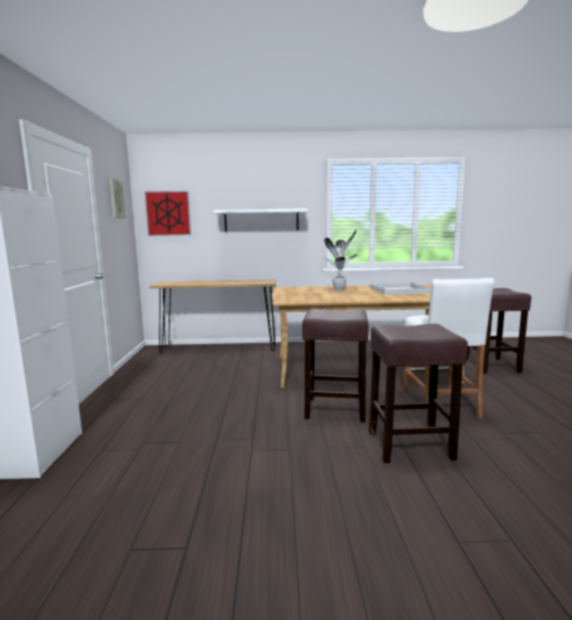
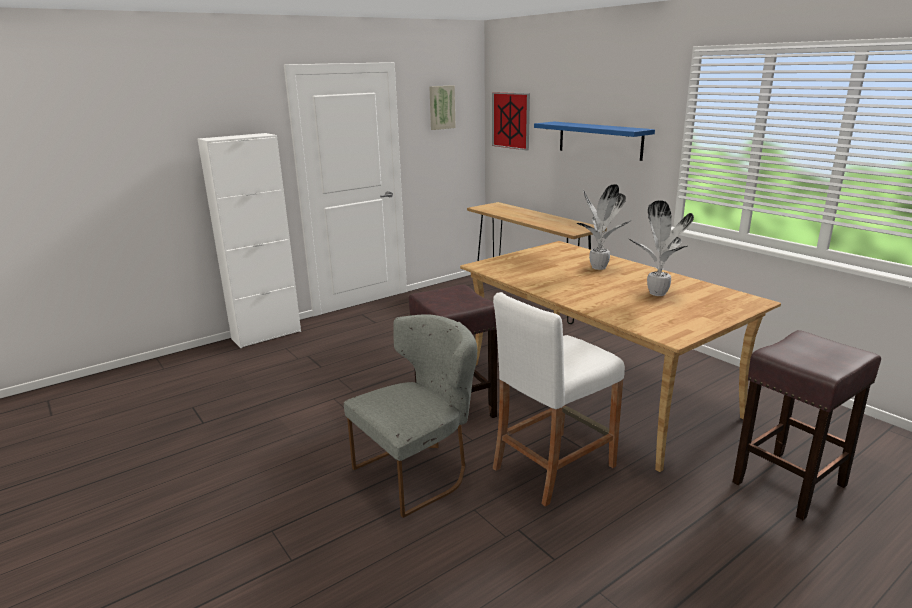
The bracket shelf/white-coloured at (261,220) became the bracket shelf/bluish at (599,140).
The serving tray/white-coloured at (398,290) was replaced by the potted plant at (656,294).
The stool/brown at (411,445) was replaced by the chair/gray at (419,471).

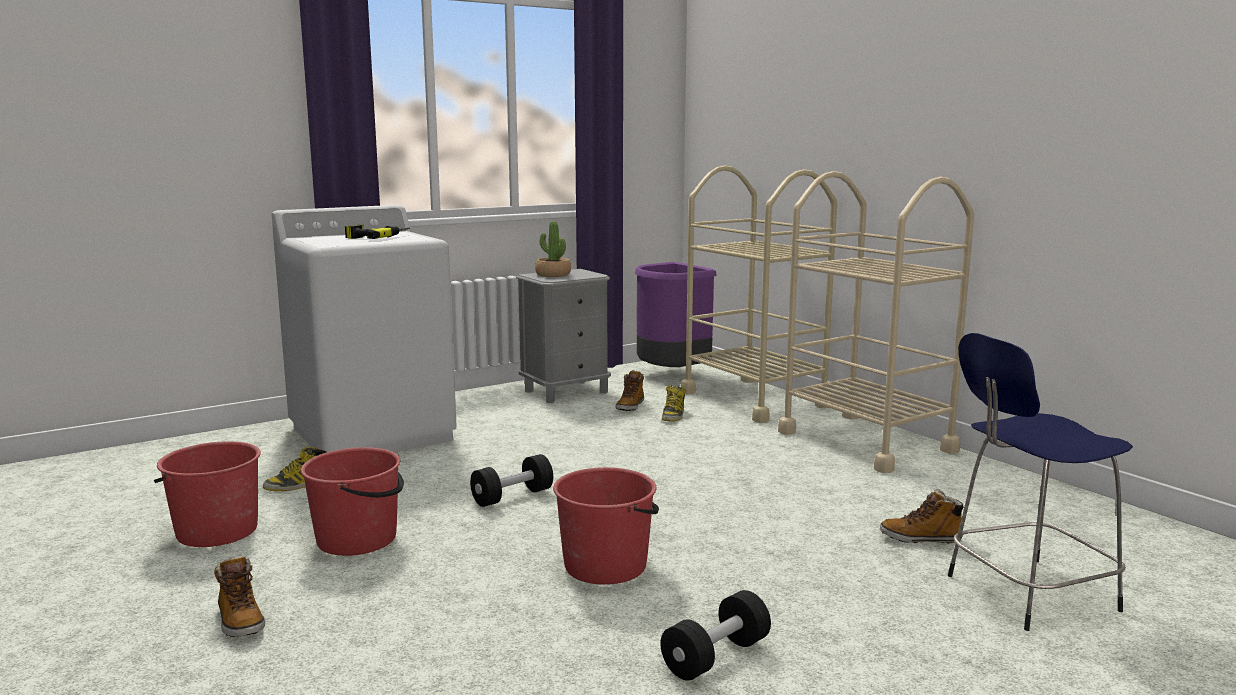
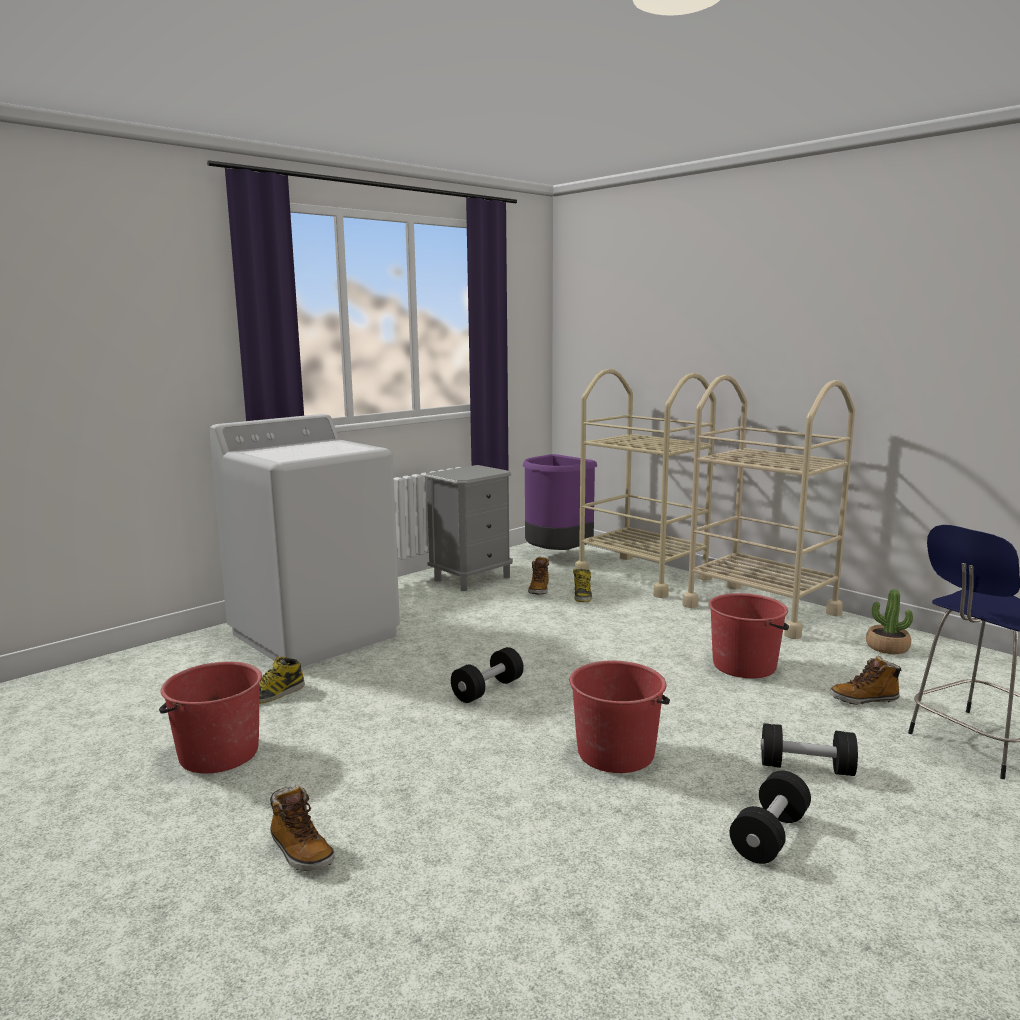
The potted plant moved from (553,274) to (887,648).
The electric drill at (377,236) disappeared.
The water bucket/red-coloured moved from (358,539) to (745,665).
The hand weight/blackish at (806,768) appeared.

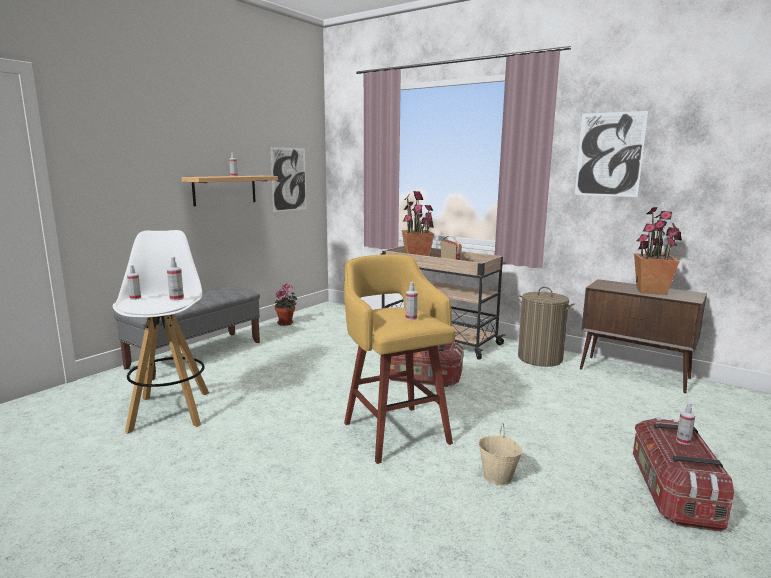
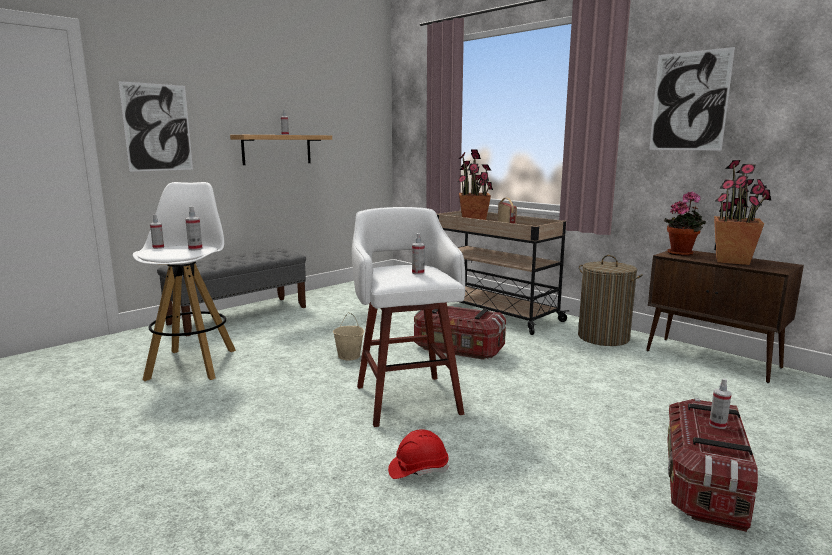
The picture moved from (289,179) to (157,127).
The stool/yellow at (395,431) became the stool/white-coloured at (407,398).
The potted plant moved from (286,323) to (682,253).
The water bucket/beige moved from (498,477) to (349,356).
The safety helmet/red-coloured at (418,469) appeared.

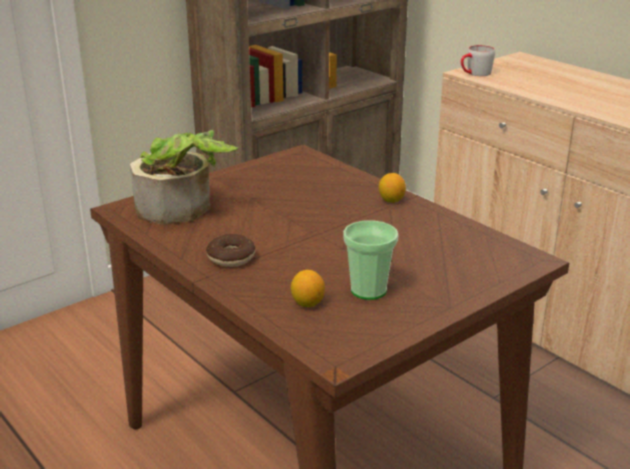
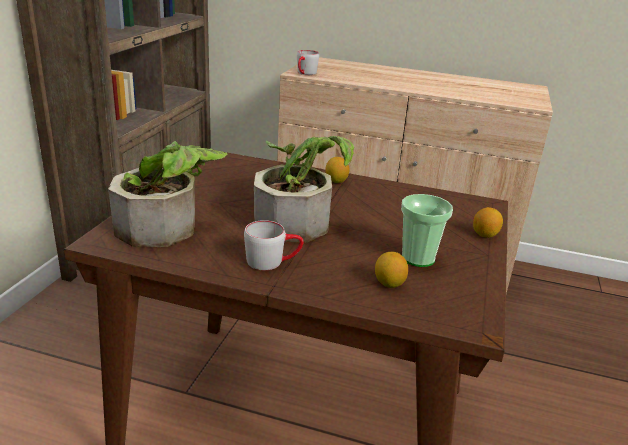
The doughnut at (231,257) was replaced by the coffee mug/gray at (273,261).
The potted plant at (298,220) appeared.
The lemon at (485,235) appeared.

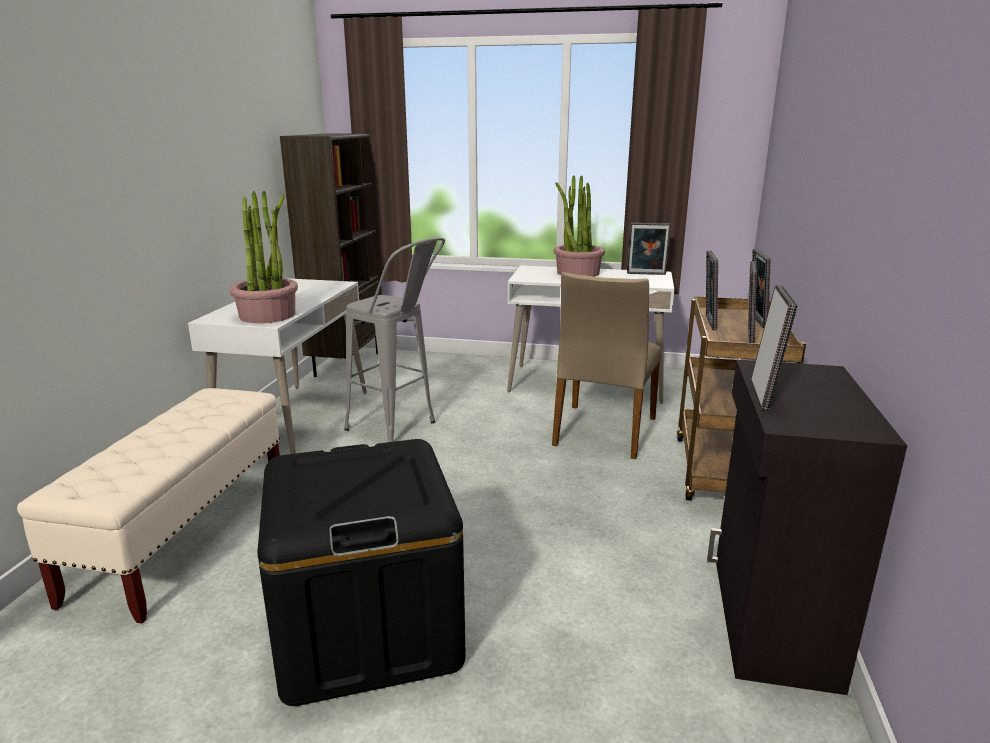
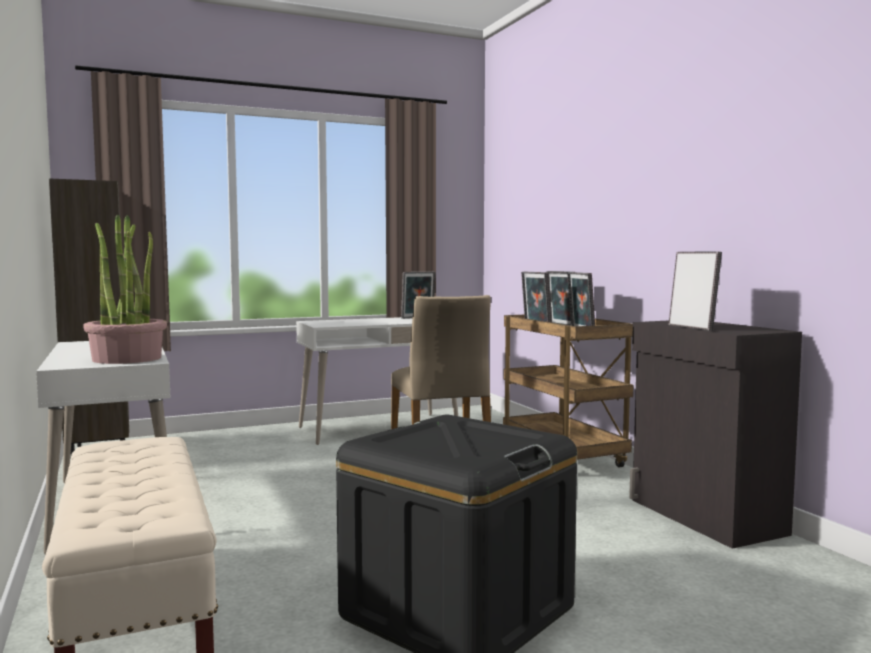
The potted plant at (577,273) disappeared.
The stool/gray at (400,430) disappeared.

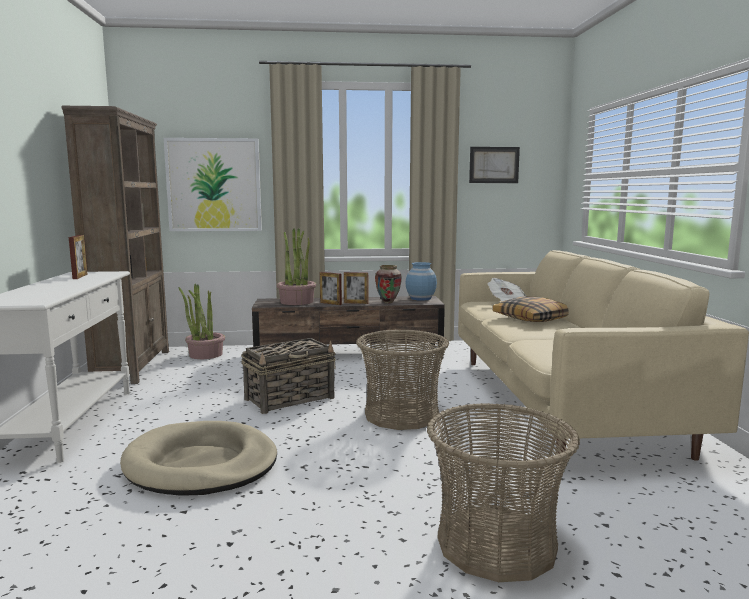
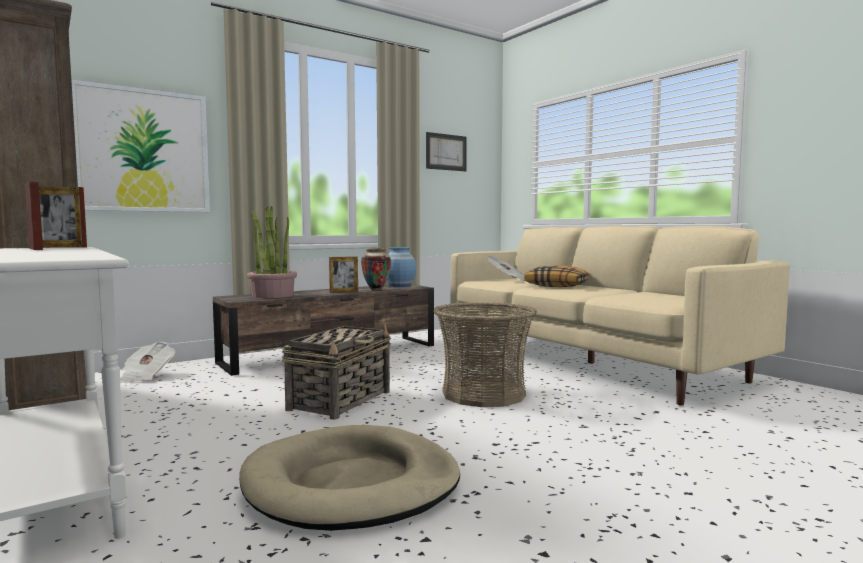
The photo frame moved from (330,303) to (62,247).
The potted plant at (205,354) was replaced by the daily paper at (146,376).
The basket at (497,544) disappeared.

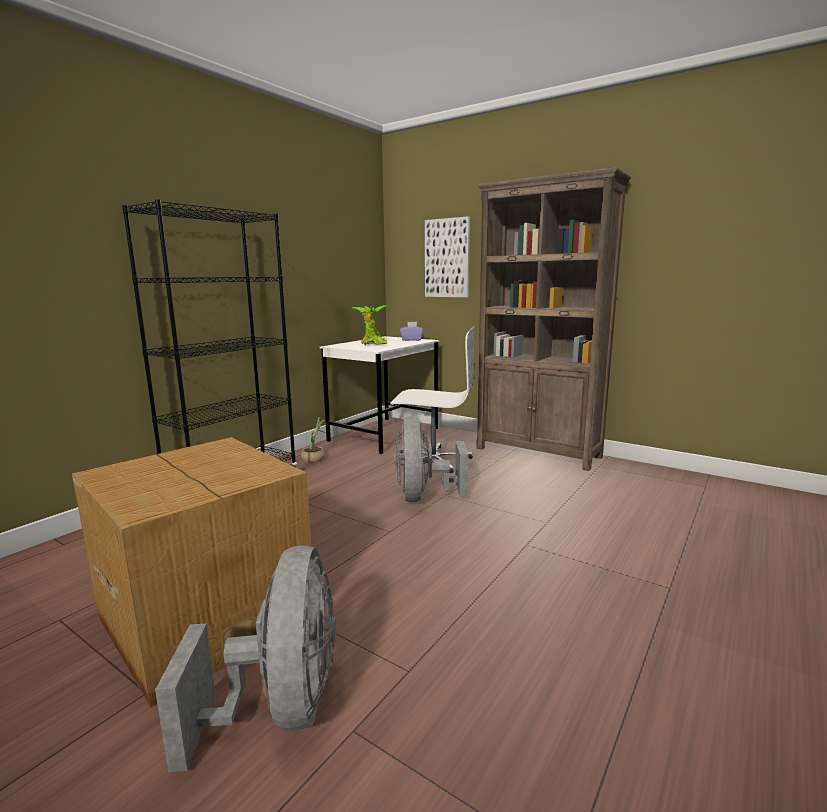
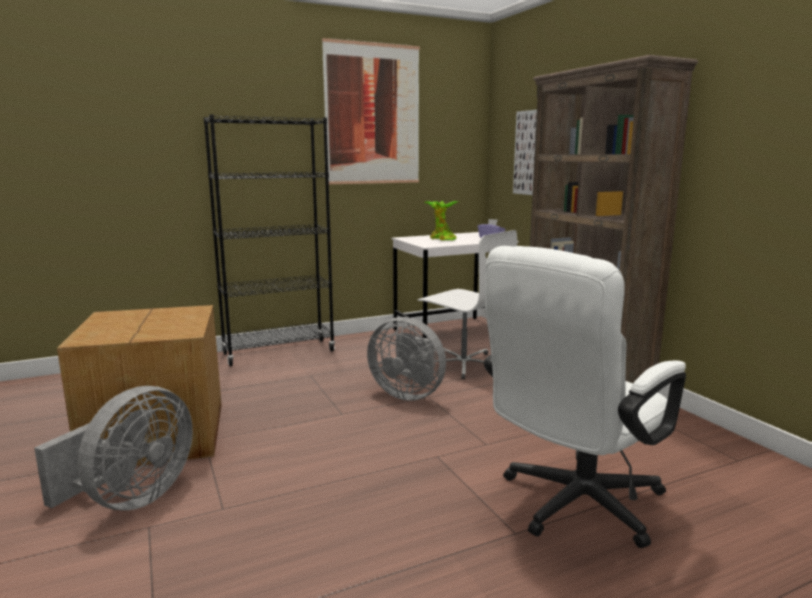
The cooling fan/gray at (423,496) turned 90 degrees counterclockwise.
The potted plant at (315,458) disappeared.
The picture at (373,114) appeared.
The office chair/white-coloured at (572,506) appeared.

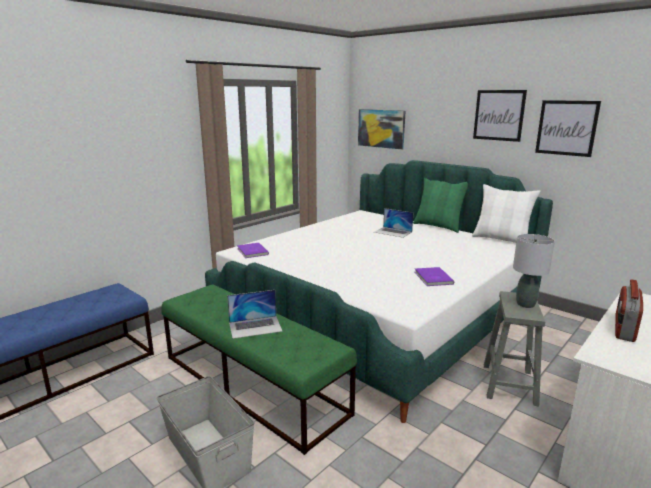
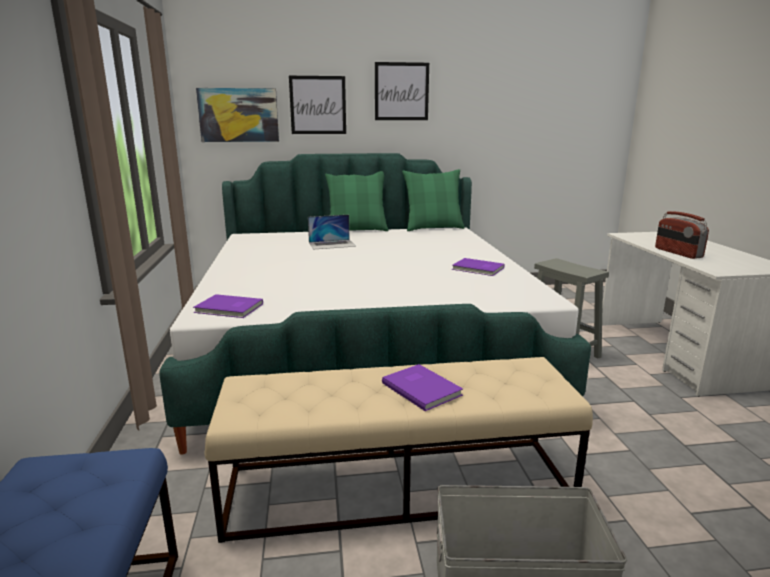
The picture moved from (566,128) to (318,105).
The throw pillow/white-coloured at (501,239) became the throw pillow/green-coloured at (433,228).
The table lamp/gray at (526,304) disappeared.
The indoor bench/green-coloured at (253,384) became the indoor bench/beige at (399,486).
The notebook computer at (255,327) was replaced by the book/purple-coloured at (422,388).

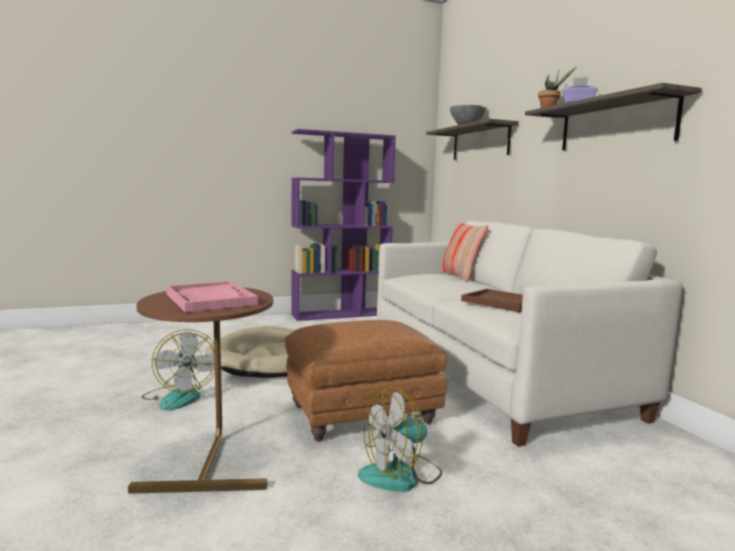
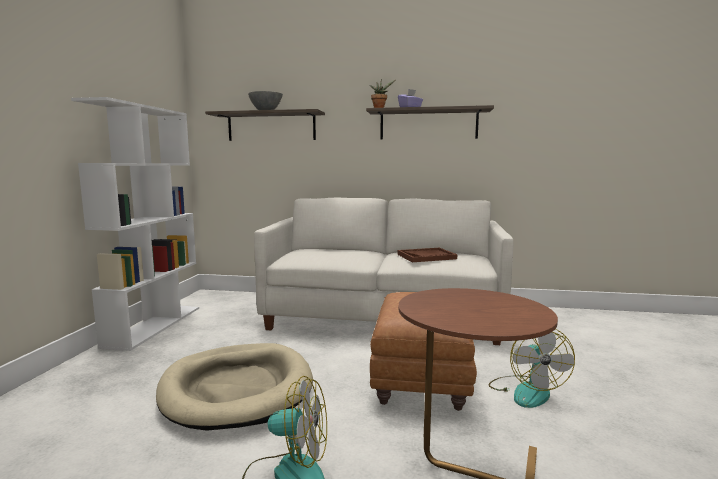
The bookcase/purple-coloured at (341,314) became the bookcase/white-coloured at (154,325).
The throw pillow at (460,276) disappeared.
The serving tray/pinkish at (210,299) disappeared.

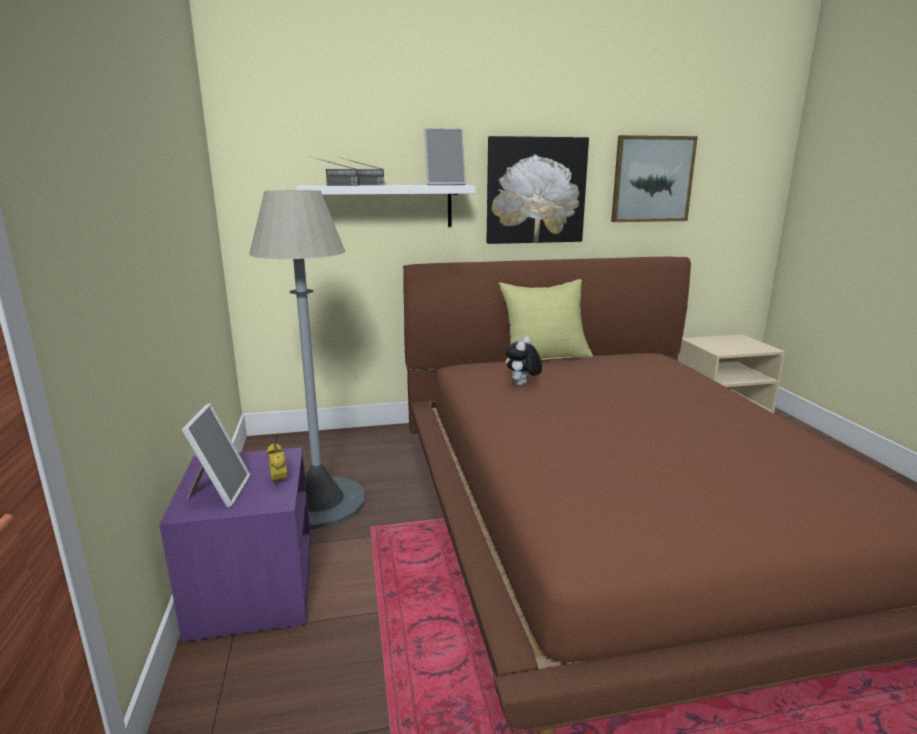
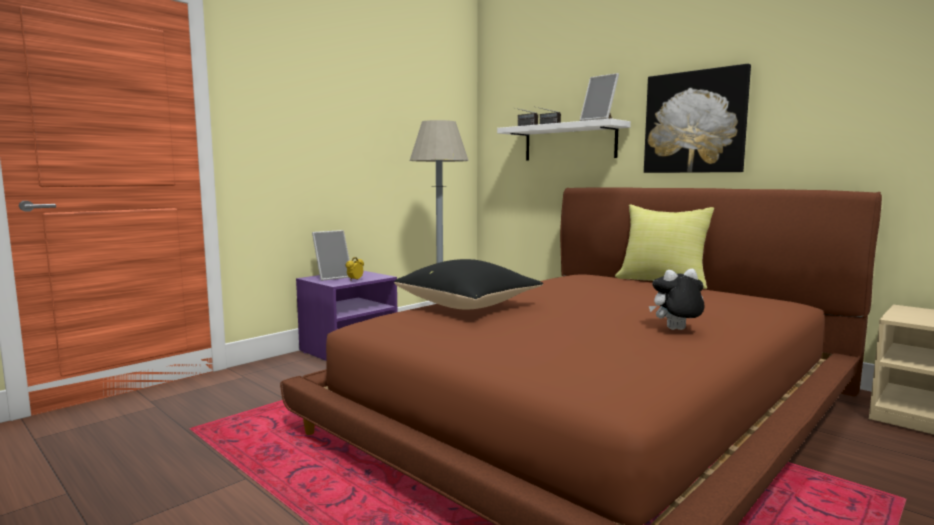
The picture at (652,179) disappeared.
The soft toy moved from (522,385) to (676,330).
The throw pillow/blackish at (469,306) appeared.

